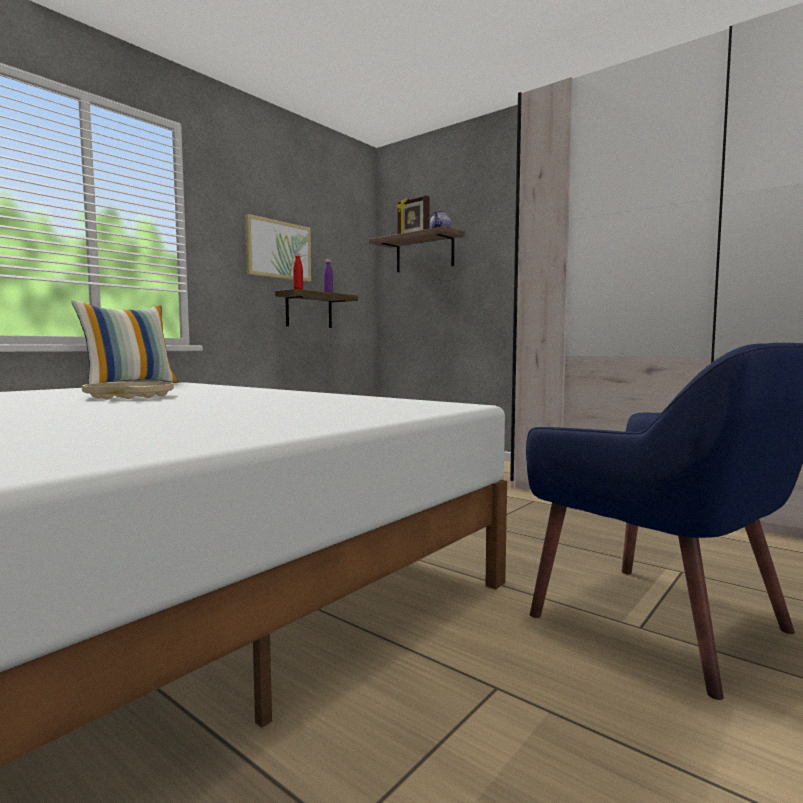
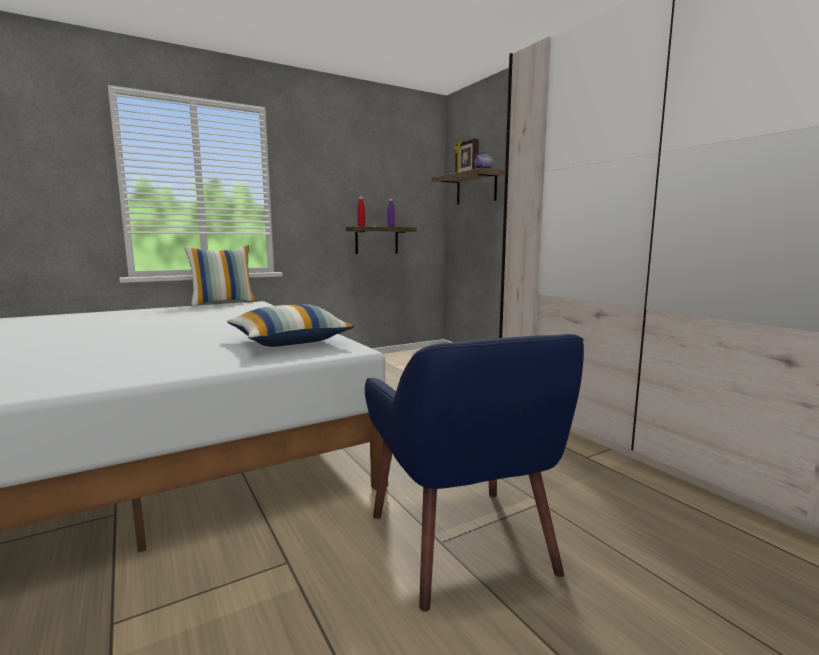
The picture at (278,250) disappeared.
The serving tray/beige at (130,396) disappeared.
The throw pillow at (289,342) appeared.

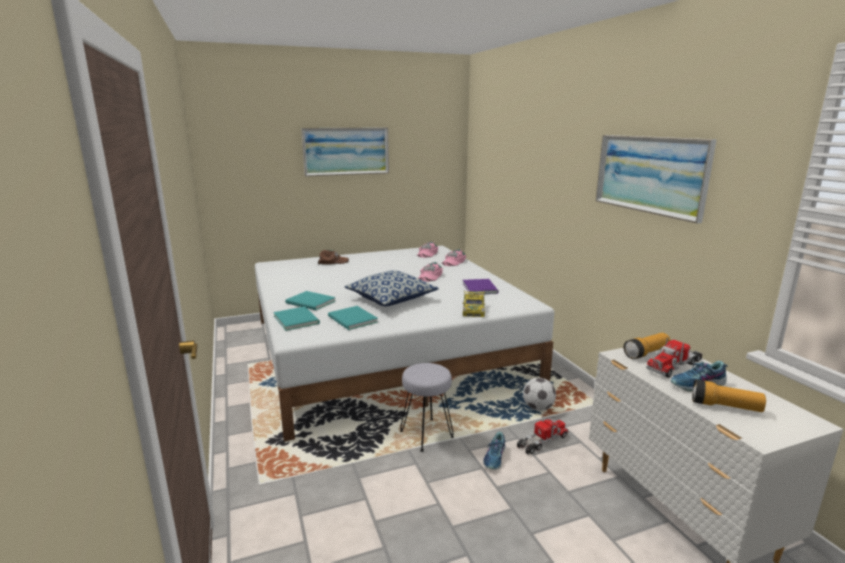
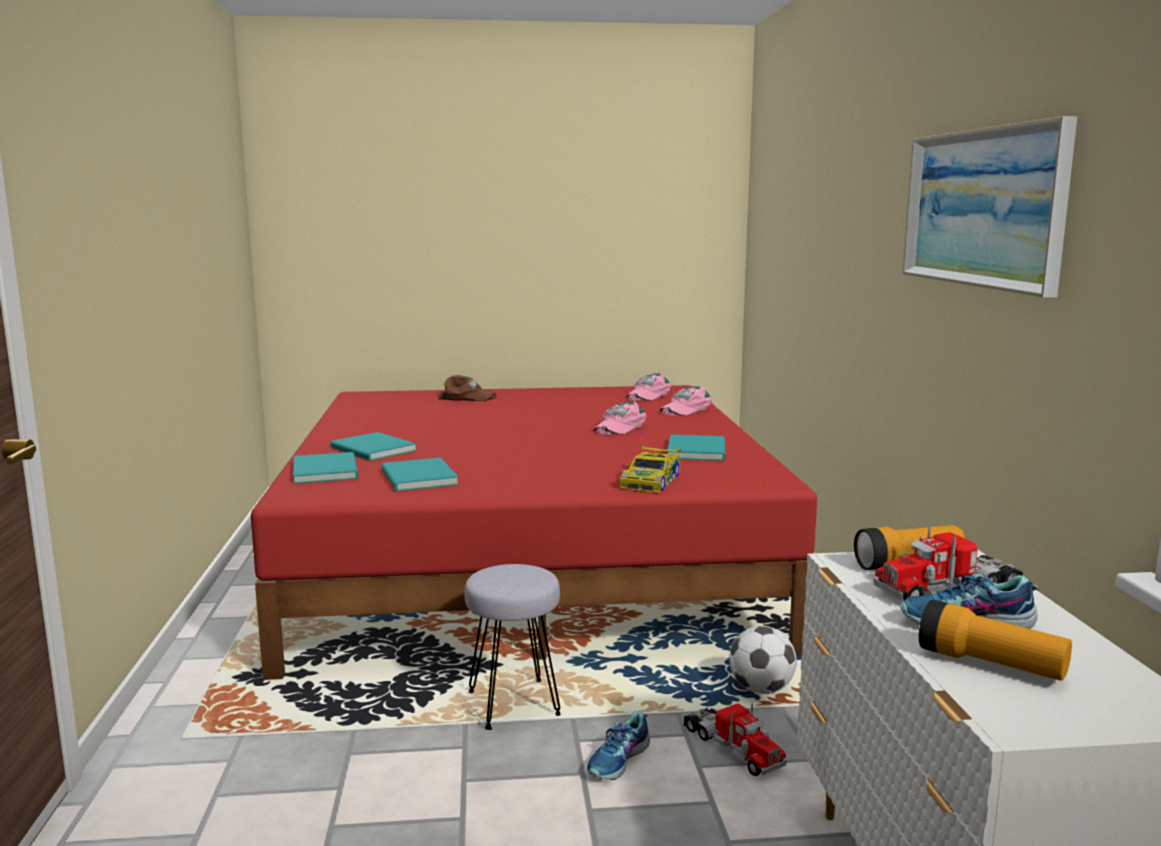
The picture at (346,151) disappeared.
The bed/white-coloured at (386,350) became the bed/red-coloured at (530,562).
The throw pillow at (391,299) disappeared.
The book/purple-coloured at (480,287) became the book/turquoise at (698,450).
The toy lorry at (542,441) turned 75 degrees clockwise.

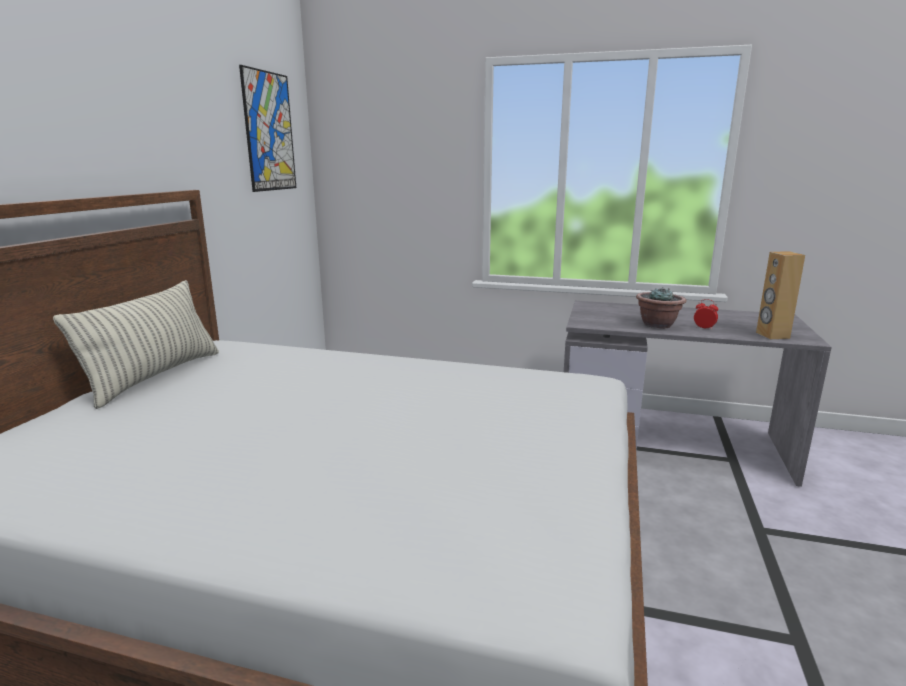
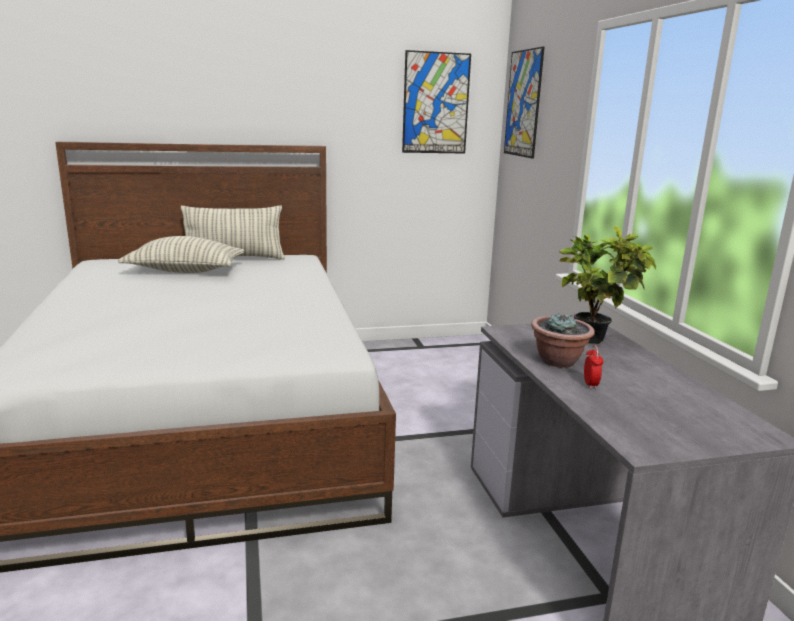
The speaker/brown at (772,335) disappeared.
The picture at (523,103) appeared.
The potted plant at (596,339) appeared.
The throw pillow at (185,271) appeared.

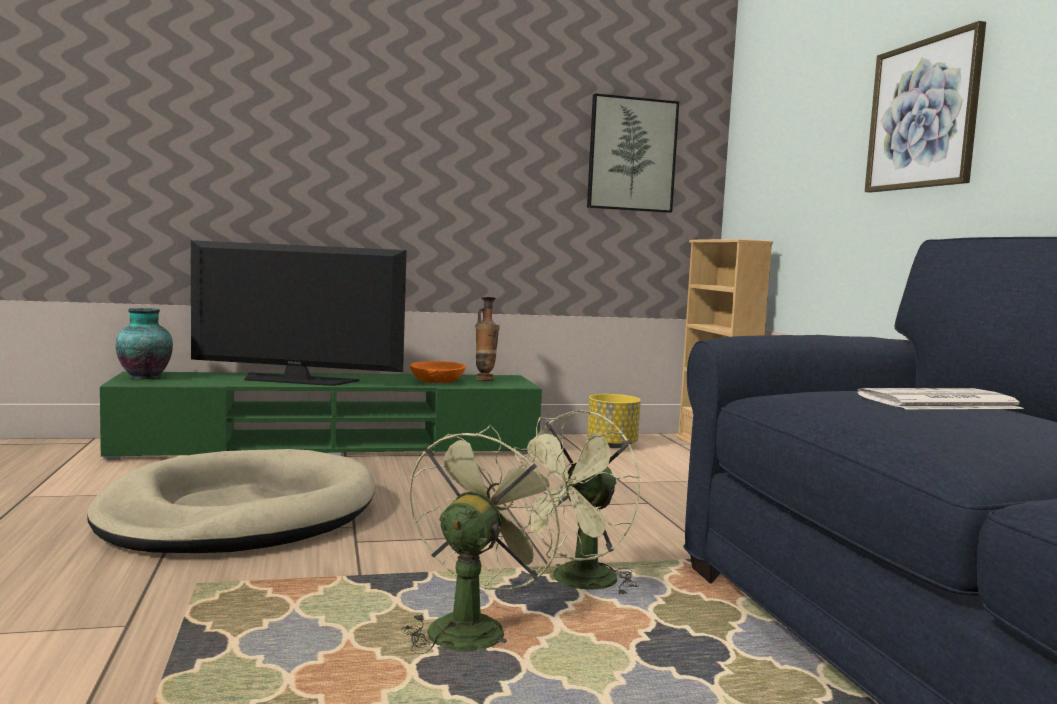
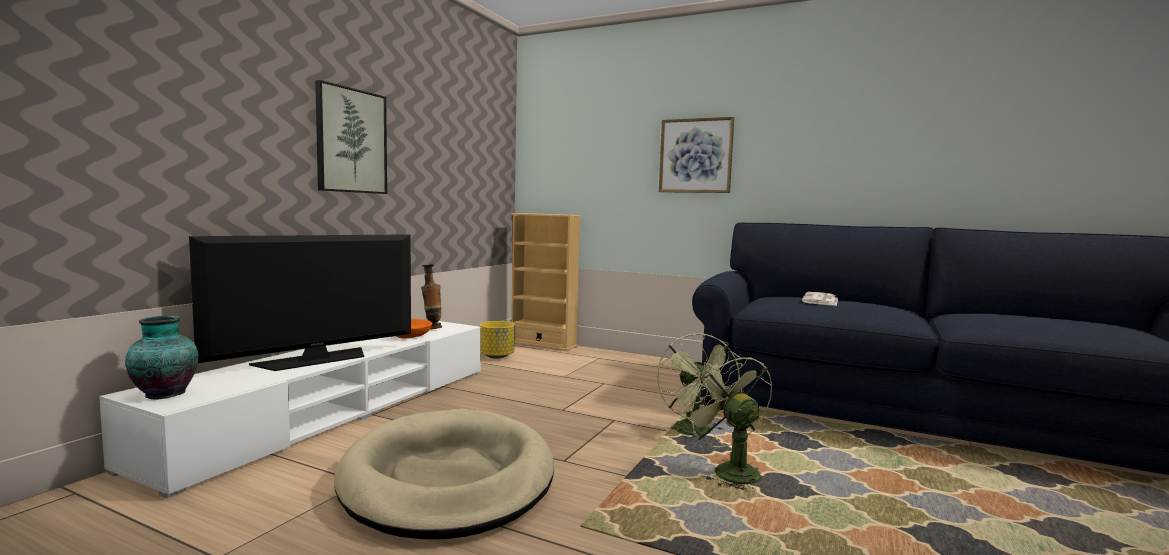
The picture moved from (631,154) to (351,141).
The tv unit/green-coloured at (333,446) became the tv unit/white-coloured at (340,411).

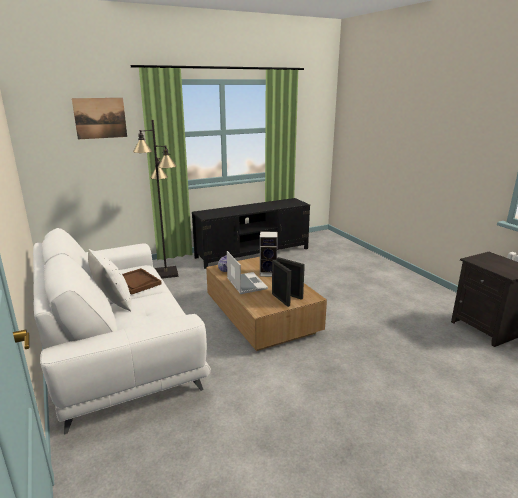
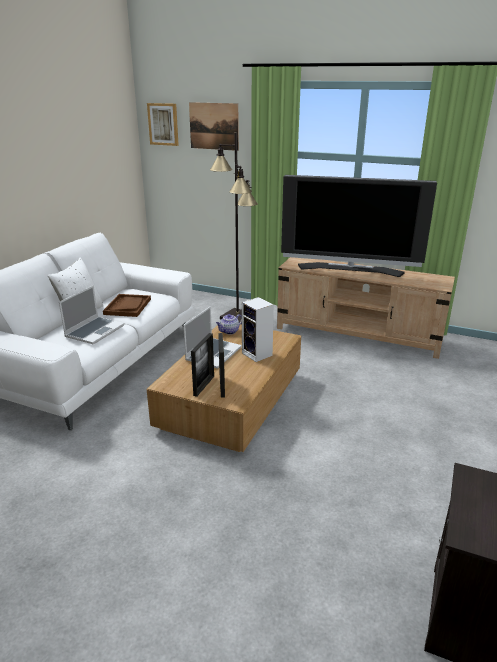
The tv unit/blackish at (253,253) became the tv unit/beige at (358,334).
The picture at (163,124) appeared.
The TV set at (350,270) appeared.
The notebook computer at (95,331) appeared.

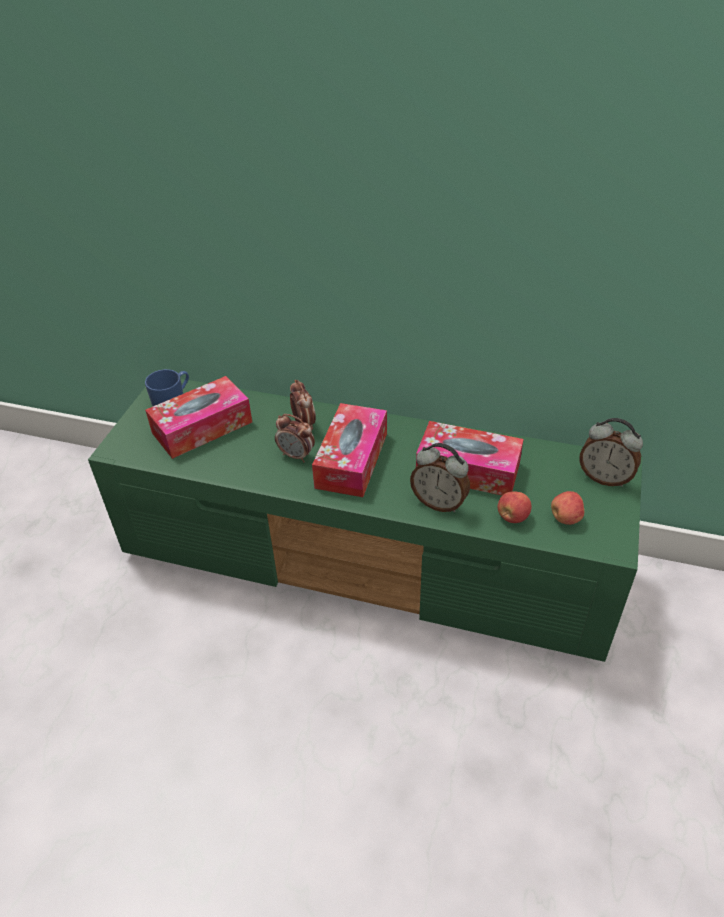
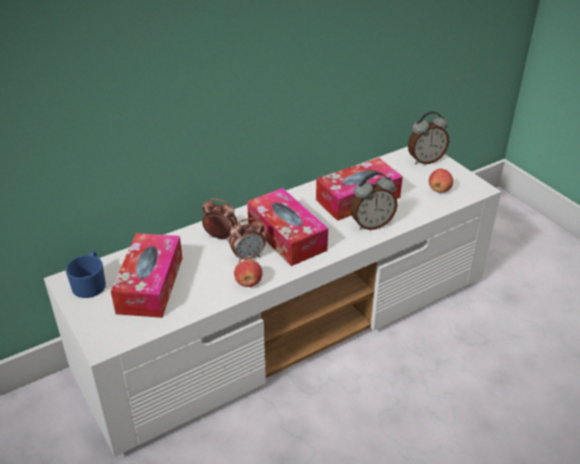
The tv unit/green-coloured at (368,557) became the tv unit/white-coloured at (291,324).
The apple fruit moved from (512,517) to (248,282).

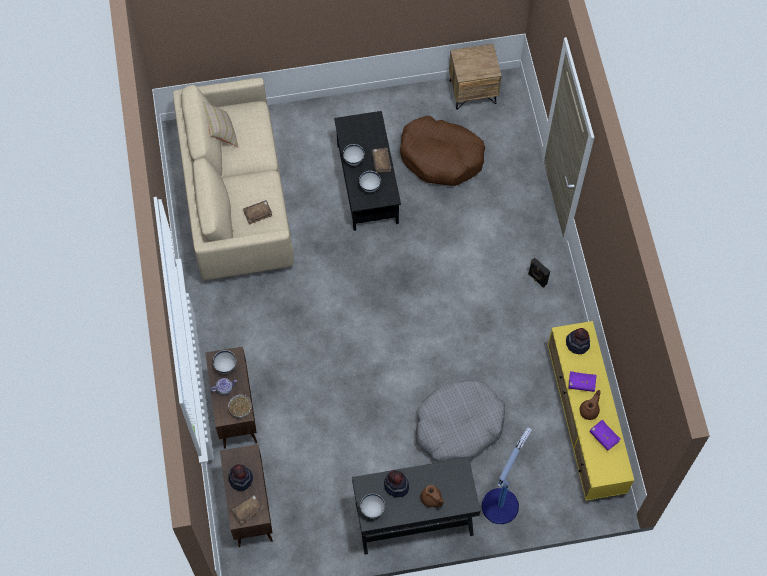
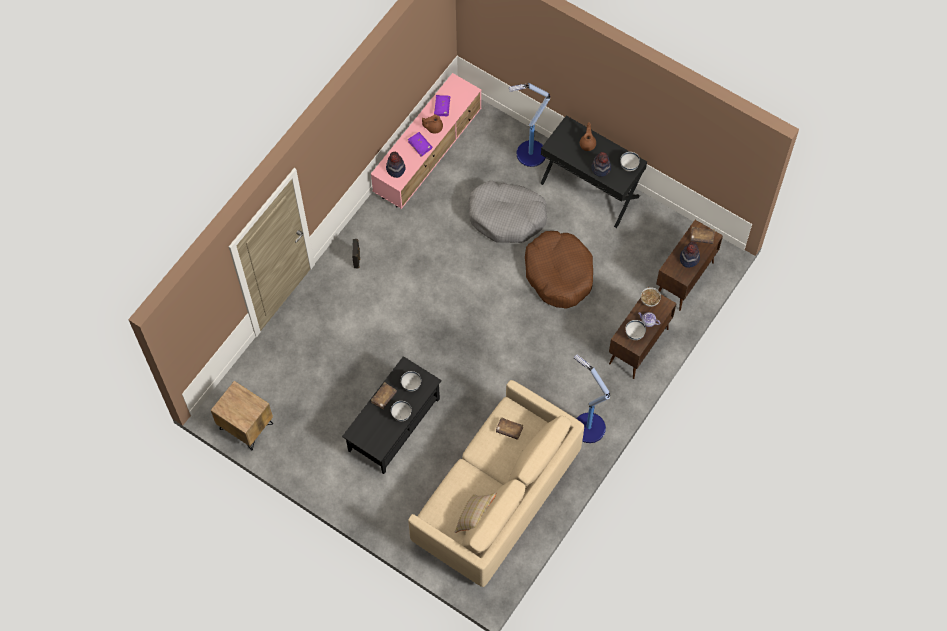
The pet bed/brown moved from (441,157) to (559,273).
The tv unit/yellow at (584,422) became the tv unit/pinkish at (429,154).
The standing lamp at (588,427) appeared.

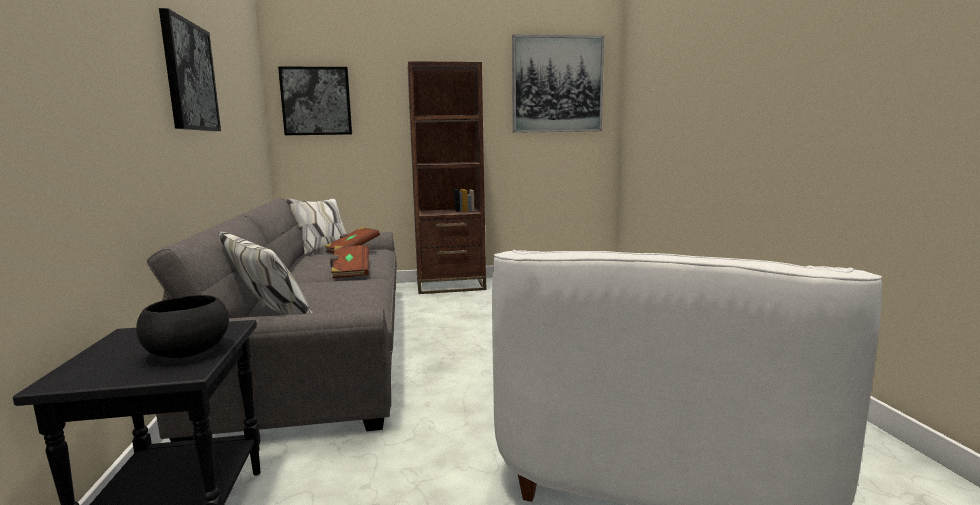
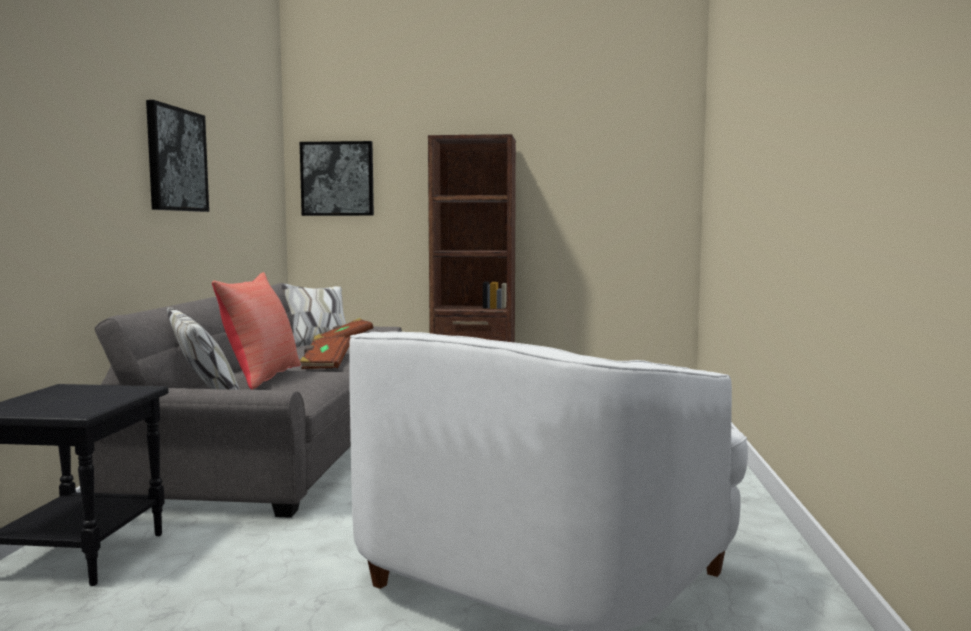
The picture at (557,84) disappeared.
The serving bowl/blackish at (188,351) disappeared.
The throw pillow/red-coloured at (261,376) appeared.

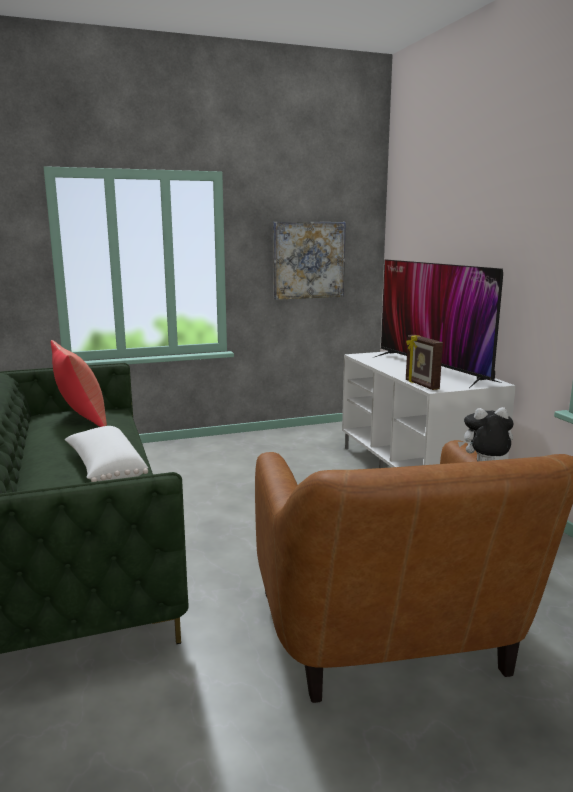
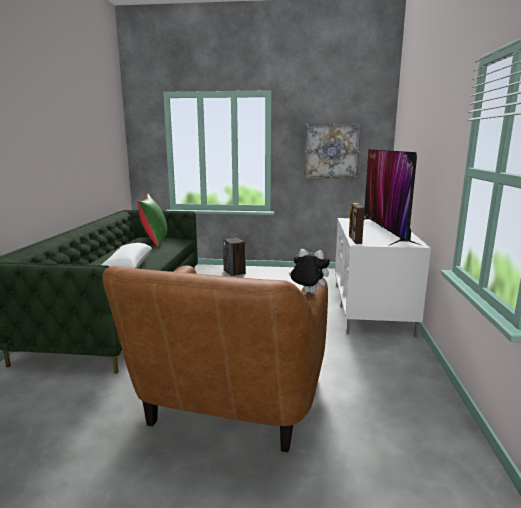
The throw pillow/red-coloured at (81,418) became the throw pillow/green-coloured at (155,241).
The speaker at (234,272) appeared.

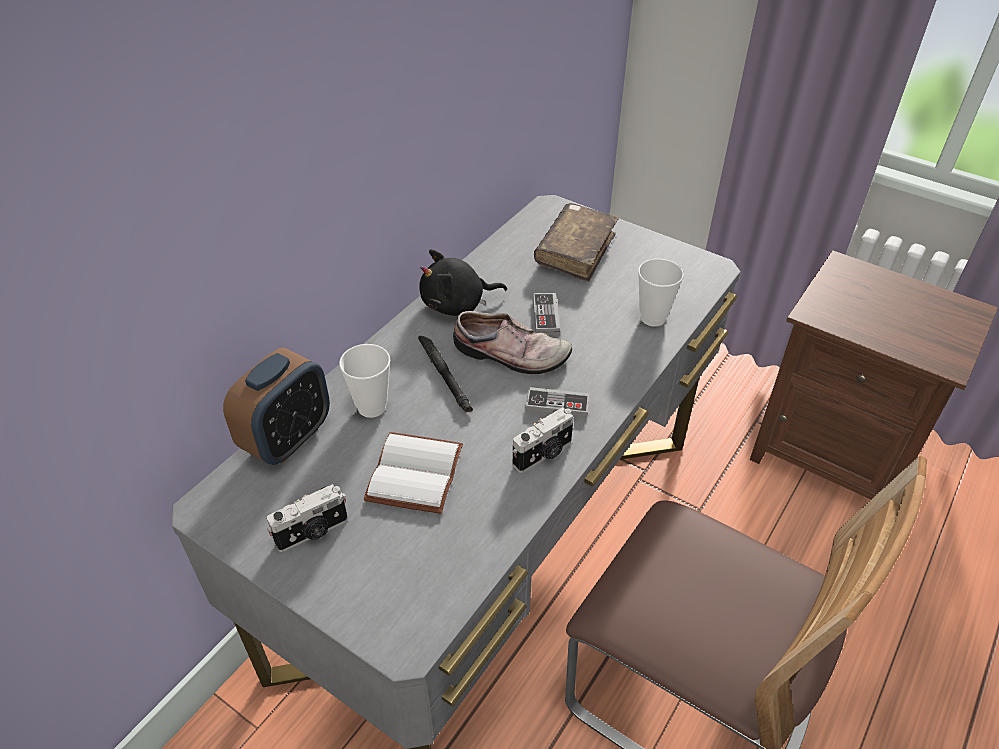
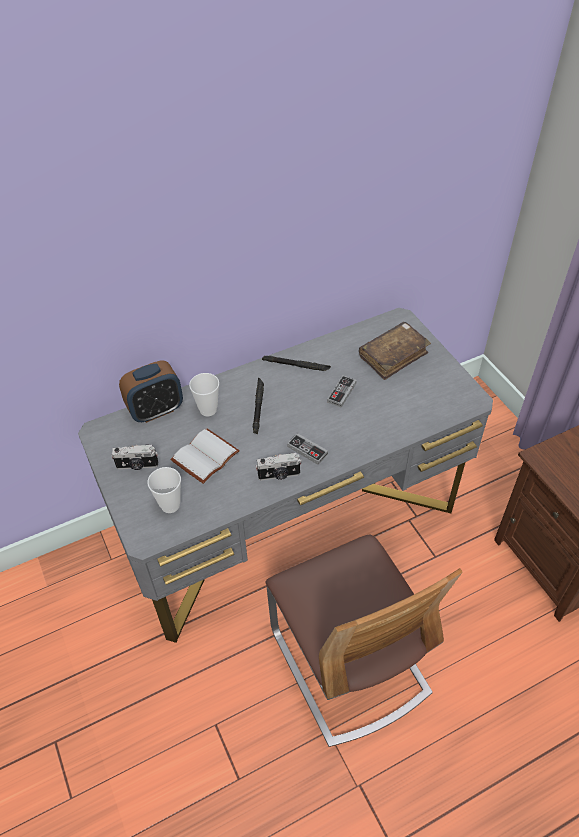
The soft toy/blackish at (457,304) was replaced by the flashlight/blackish at (296,365).
The cup moved from (653,318) to (170,505).
The low shoe at (511,355) disappeared.

